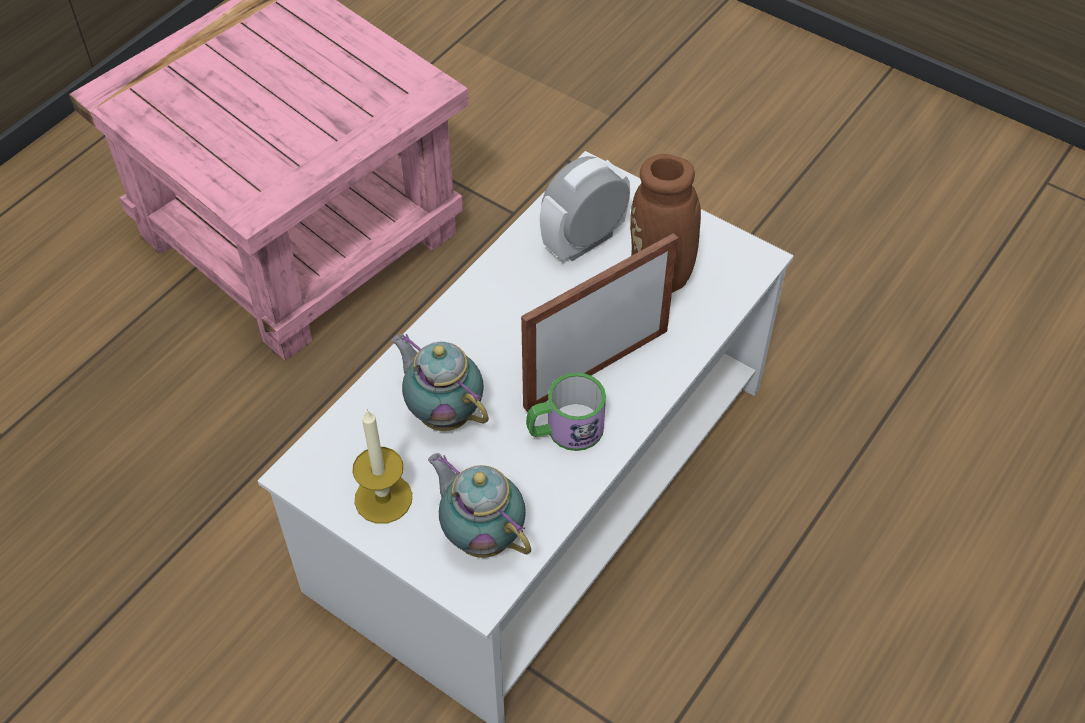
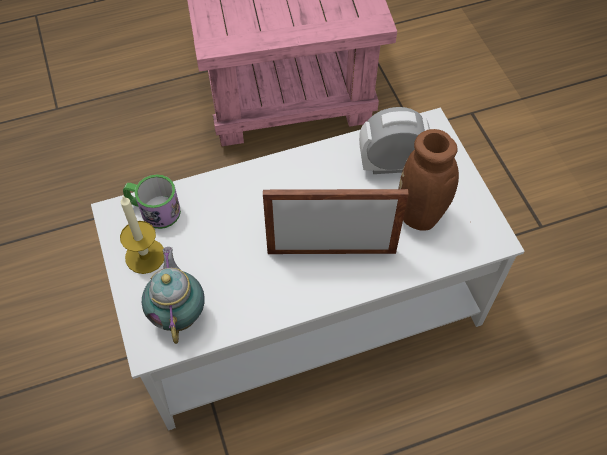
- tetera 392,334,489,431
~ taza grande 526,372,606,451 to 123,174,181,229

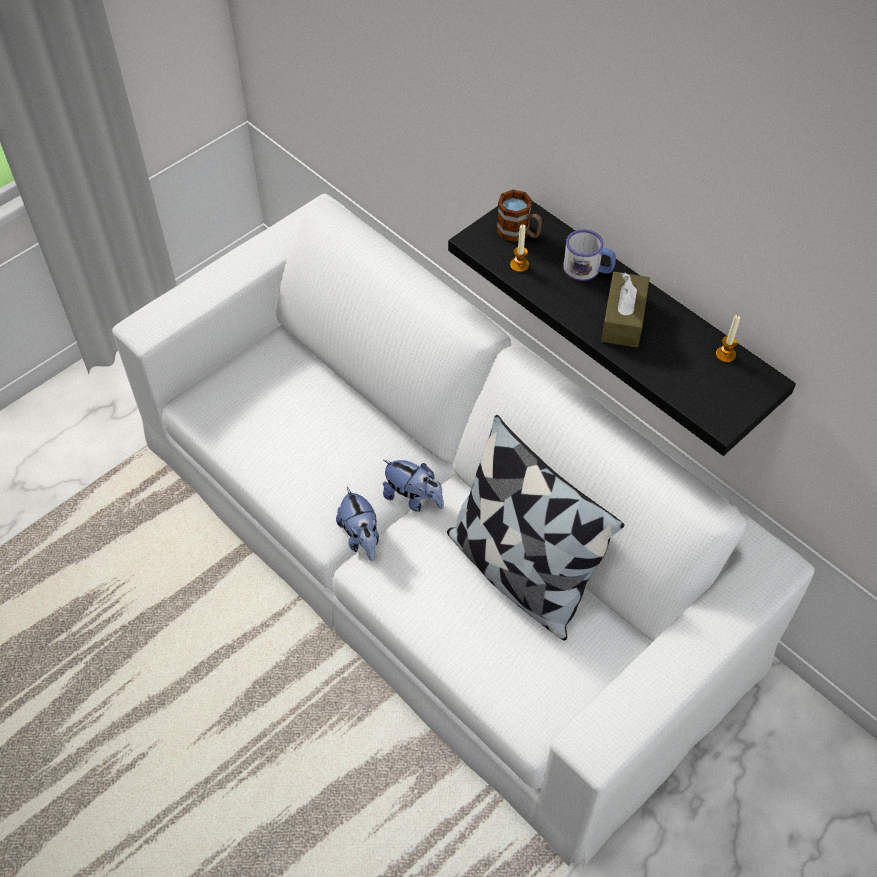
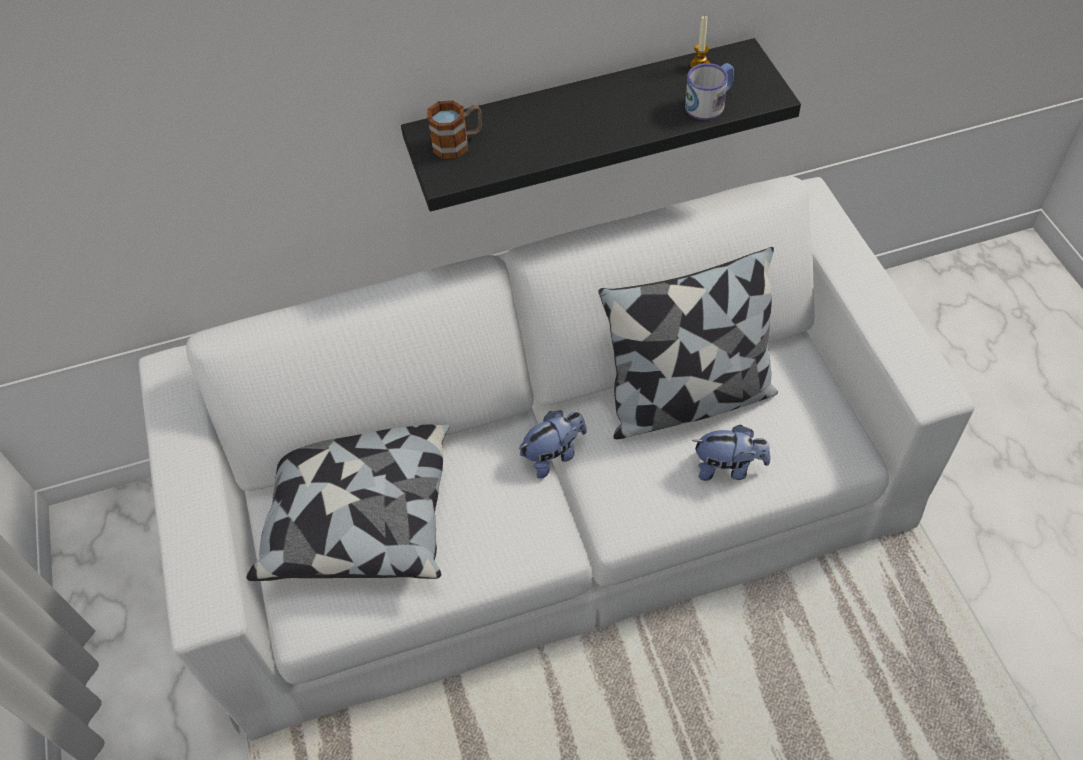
- vela 510,225,529,272
~ taza grande 563,229,616,281 to 685,63,734,120
- caja de pañuelos [marrón] 601,272,650,347
~ peluche 336,487,379,561 to 692,425,771,481
+ cojín 247,424,450,581

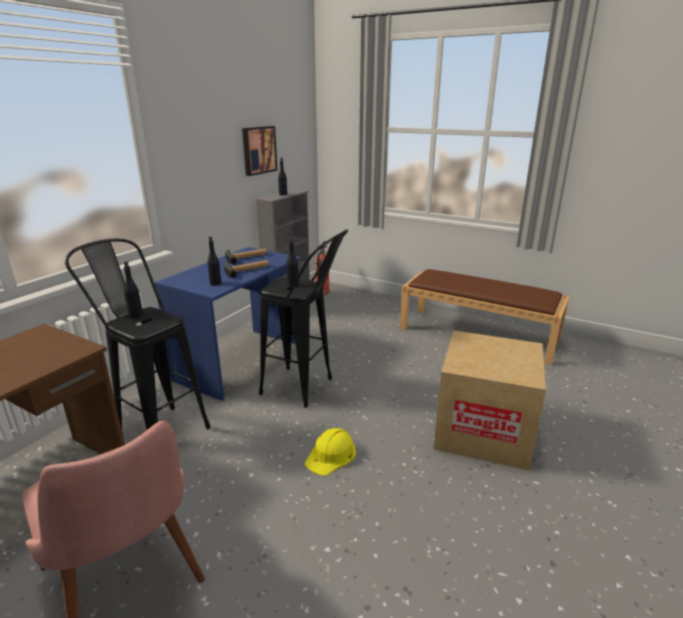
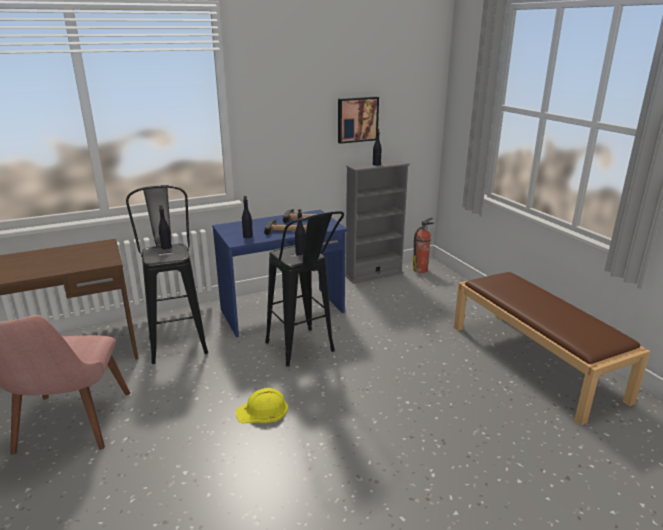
- caja de cartón 434,331,546,470

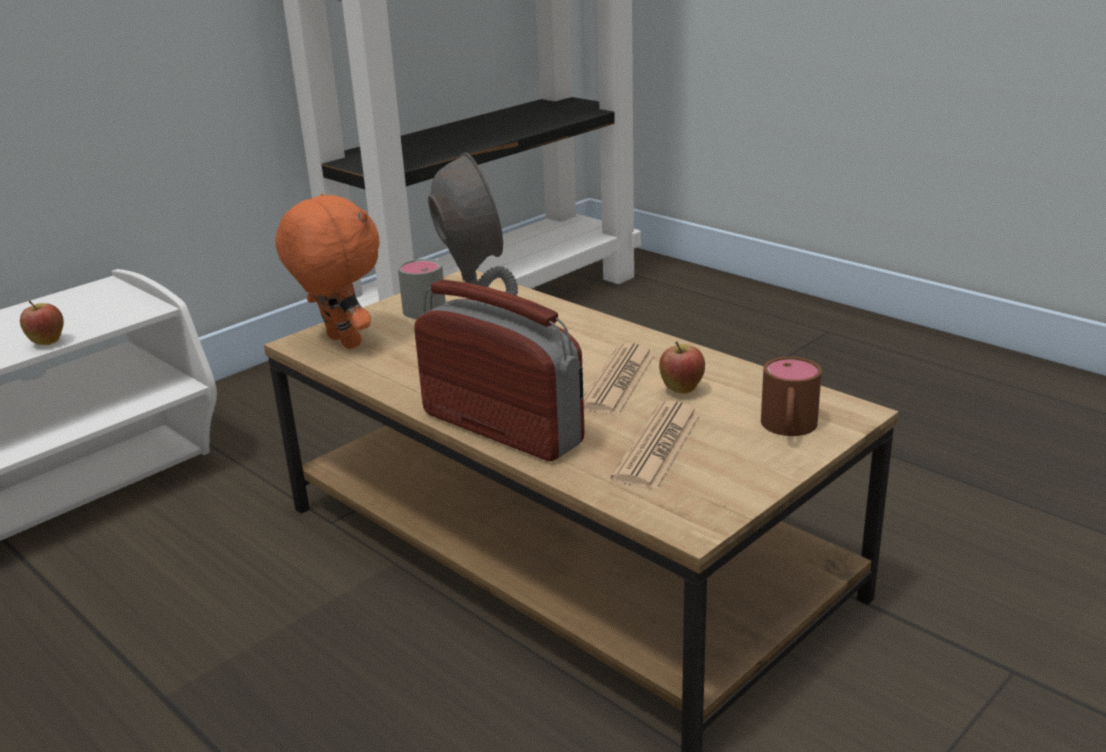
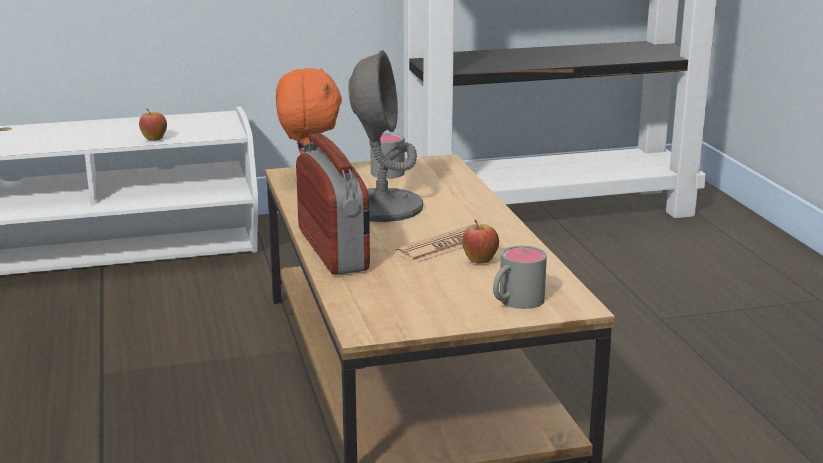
~ taza grande [marrón] 761,357,822,436 to taza grande [gris] 493,246,547,309
- periódico 611,401,701,490

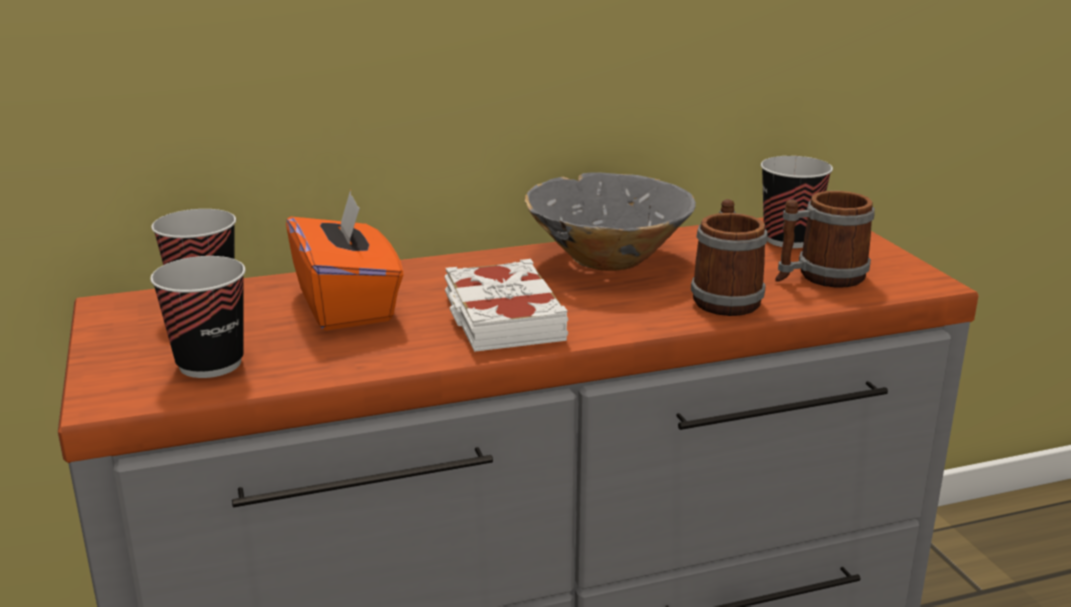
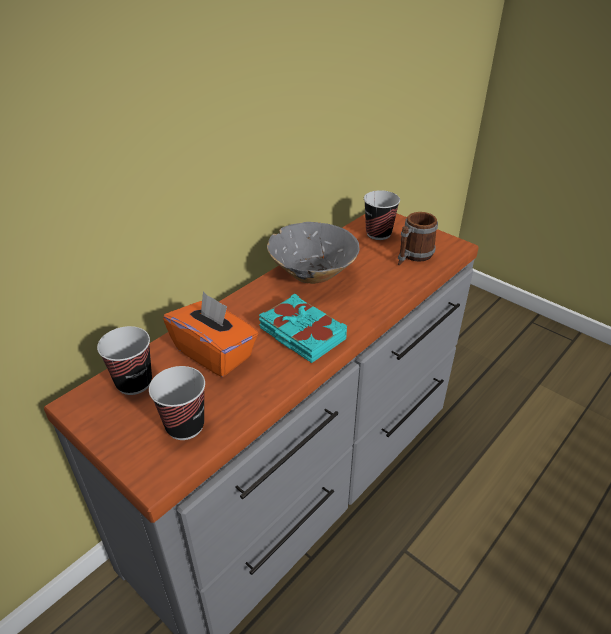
- taza grande 691,199,768,316
~ libro [blanco] 445,259,568,352 to libro [turquesa] 259,294,347,363

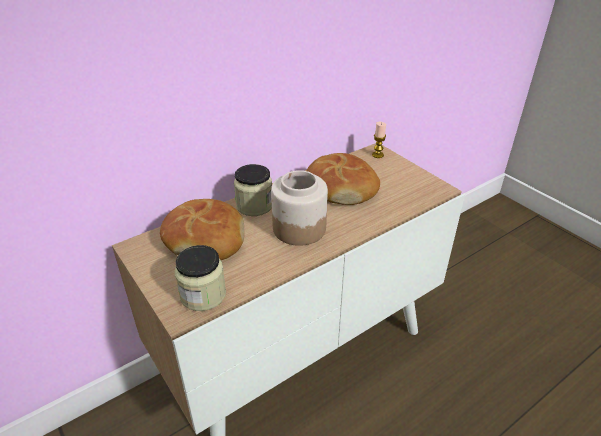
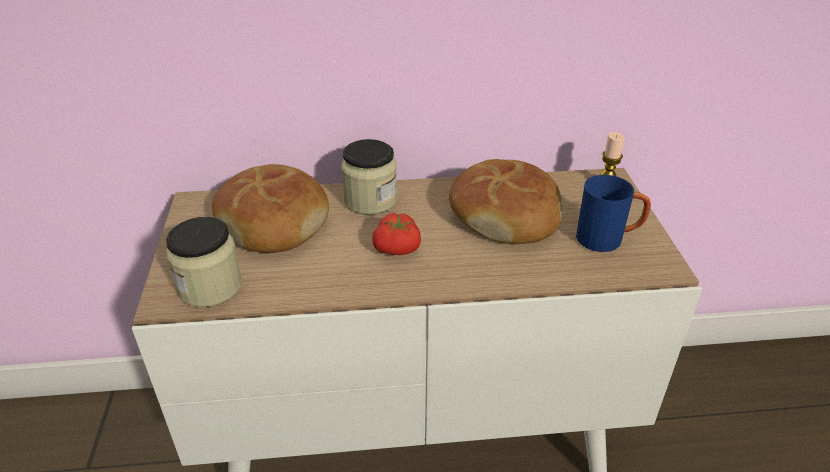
~ tarro 271,170,328,246 to tomate 372,213,421,255
+ taza grande [azul] 576,175,651,252

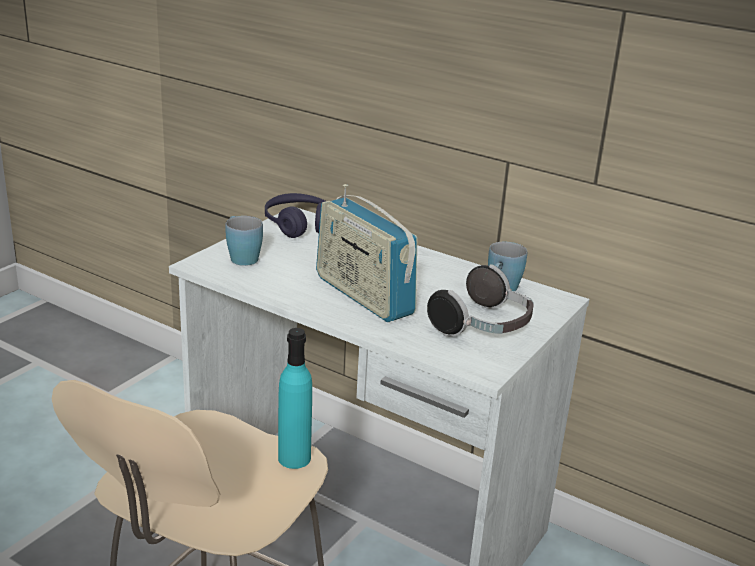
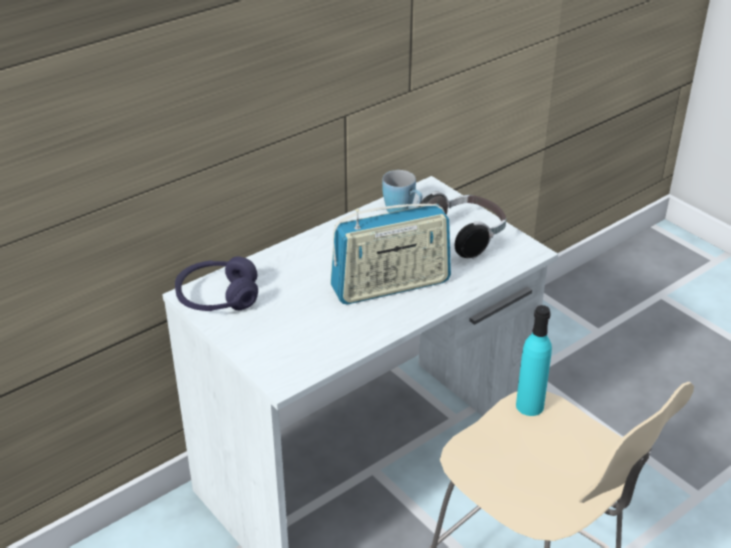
- taza grande [azul] 225,216,263,266

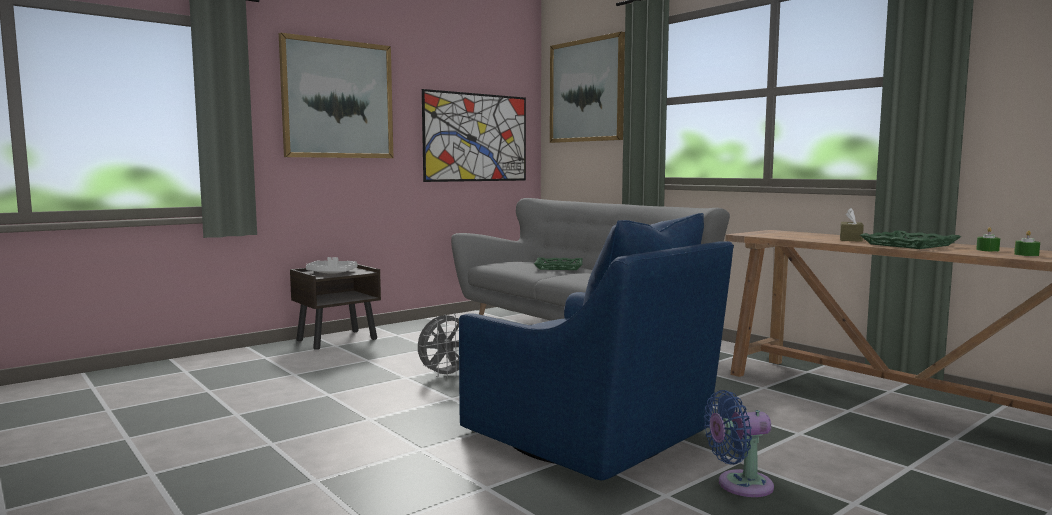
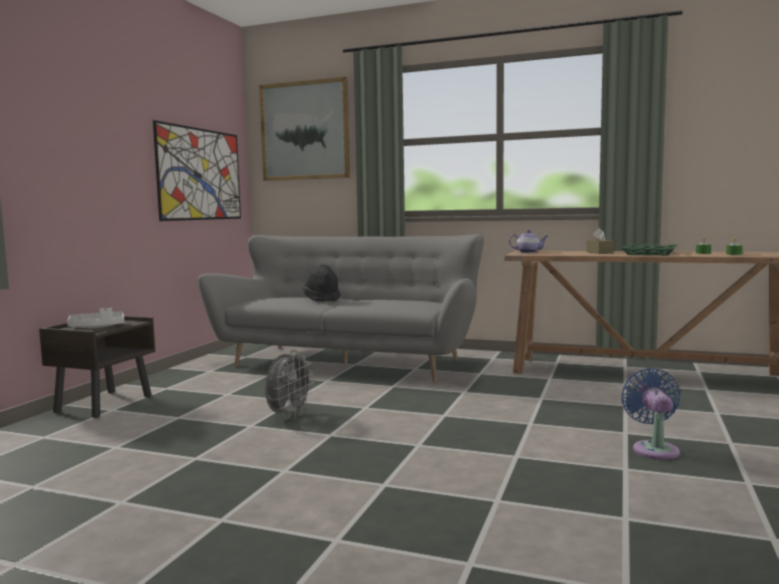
- cuadro 279,33,394,158
- sillón [azul] 459,213,734,481
~ bandeja [verde] 534,257,583,270 to sombrero [negro] 303,264,340,302
~ ventilador [azul] 704,390,774,497 = 621,368,681,460 135 degrees clockwise
+ tetera 509,230,548,253

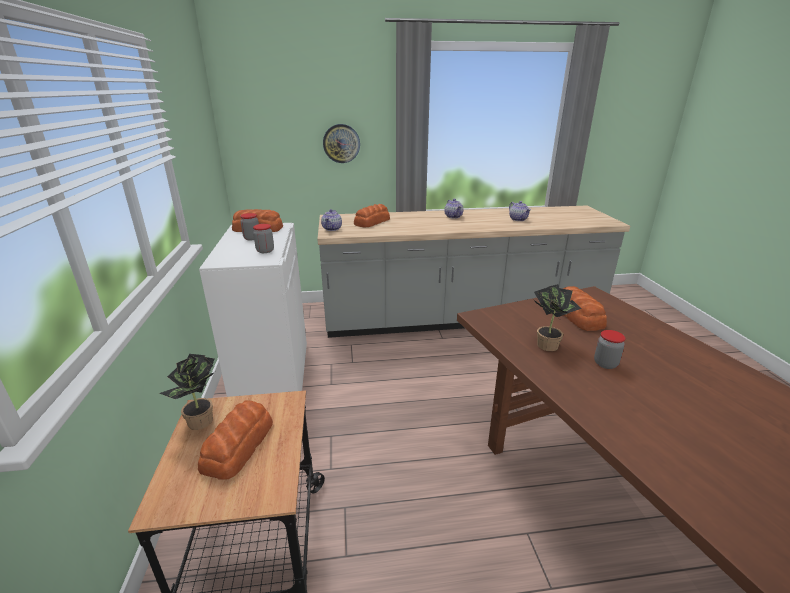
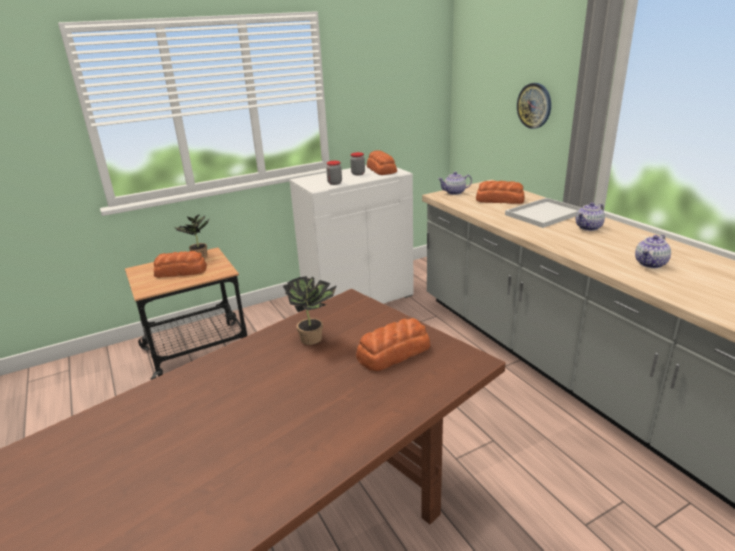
- tarro 594,330,626,369
+ bandeja [blanco] 505,198,581,228

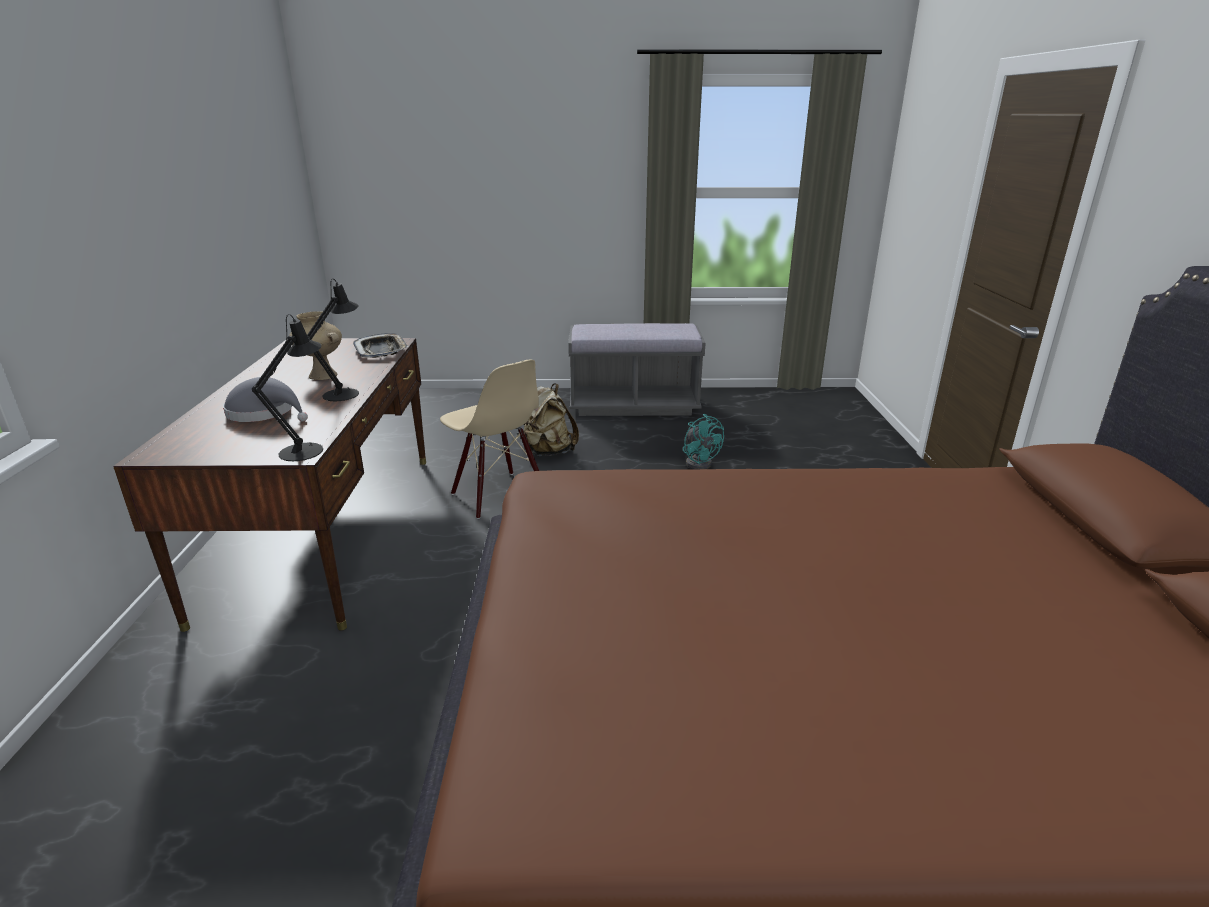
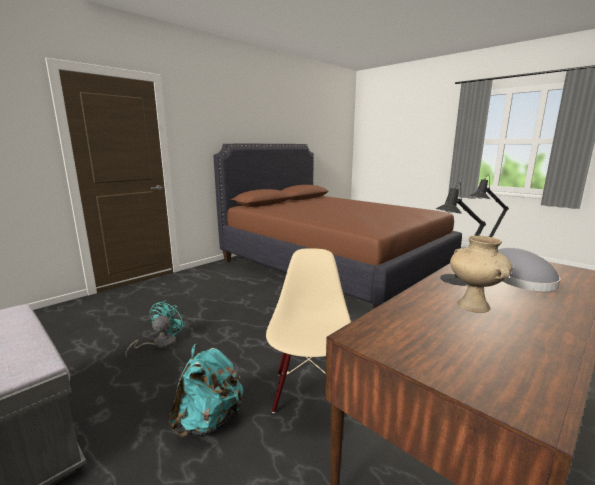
- bandeja 353,333,409,358
~ mochila [beis] 524,383,579,456 to mochila [turquesa] 169,344,243,437

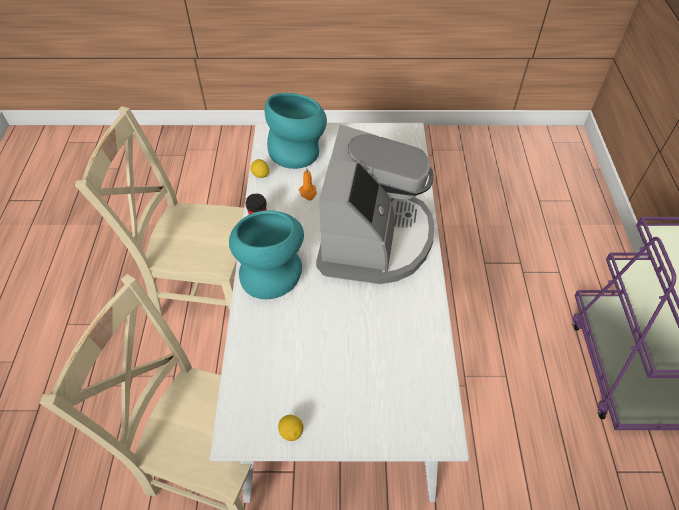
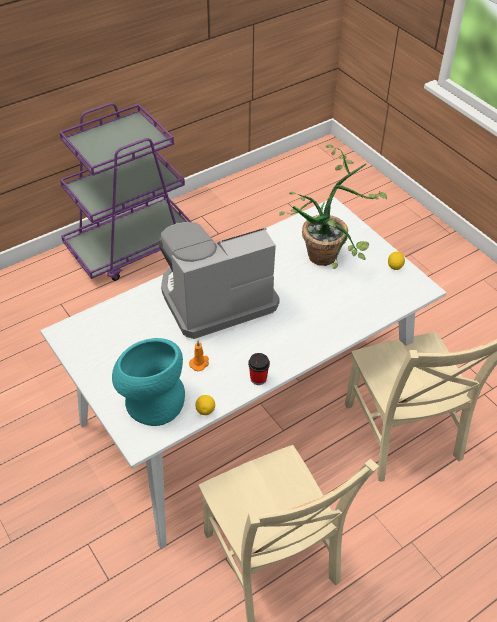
- florero [turquesa] 229,211,304,299
+ planta en maceta 279,145,387,269

